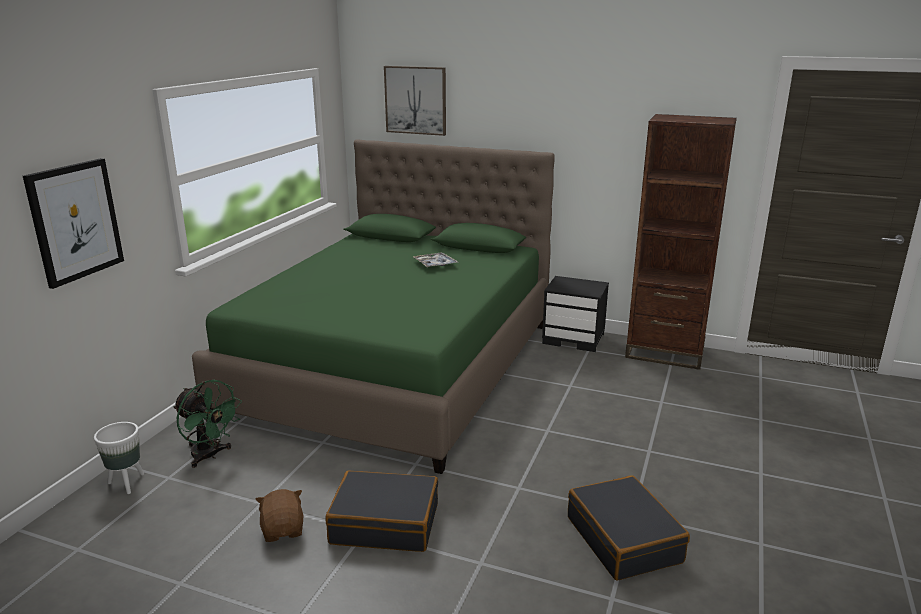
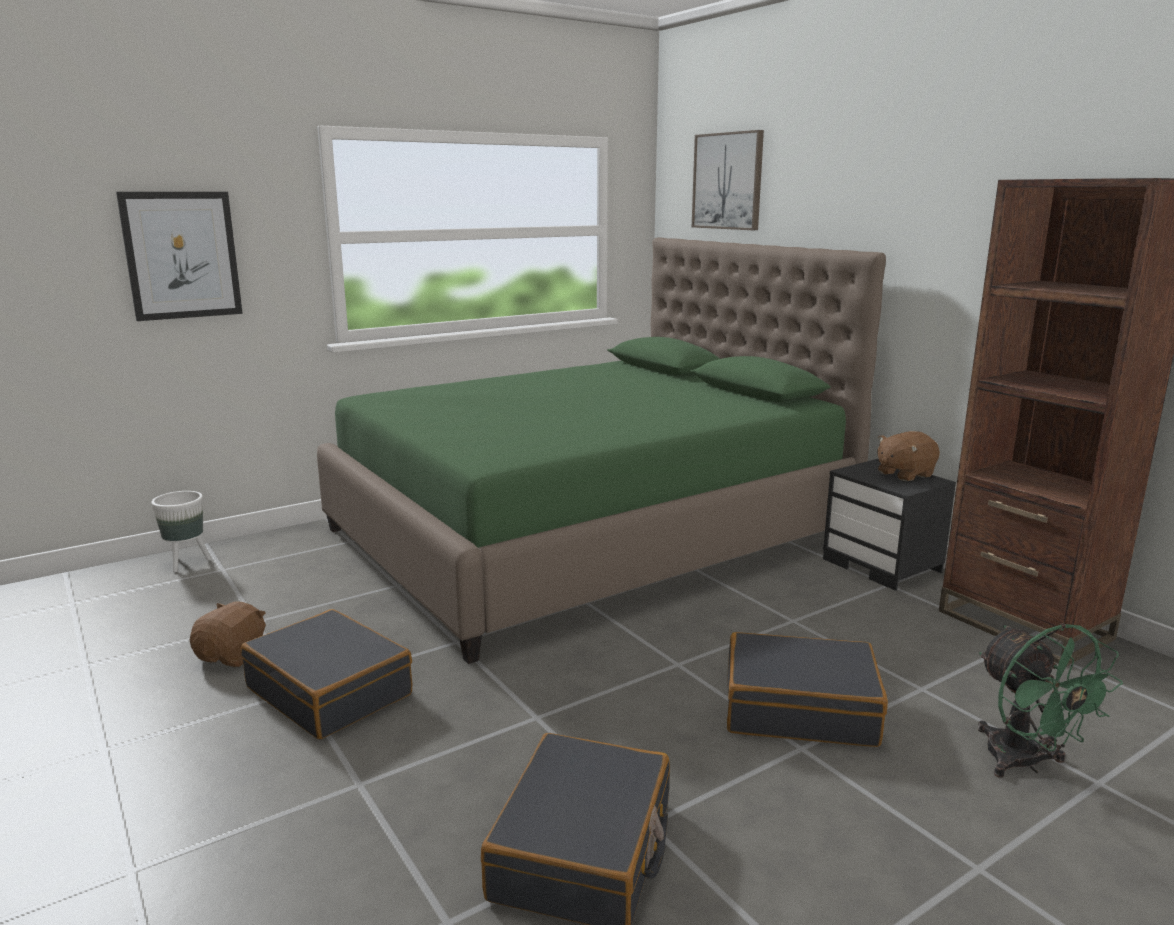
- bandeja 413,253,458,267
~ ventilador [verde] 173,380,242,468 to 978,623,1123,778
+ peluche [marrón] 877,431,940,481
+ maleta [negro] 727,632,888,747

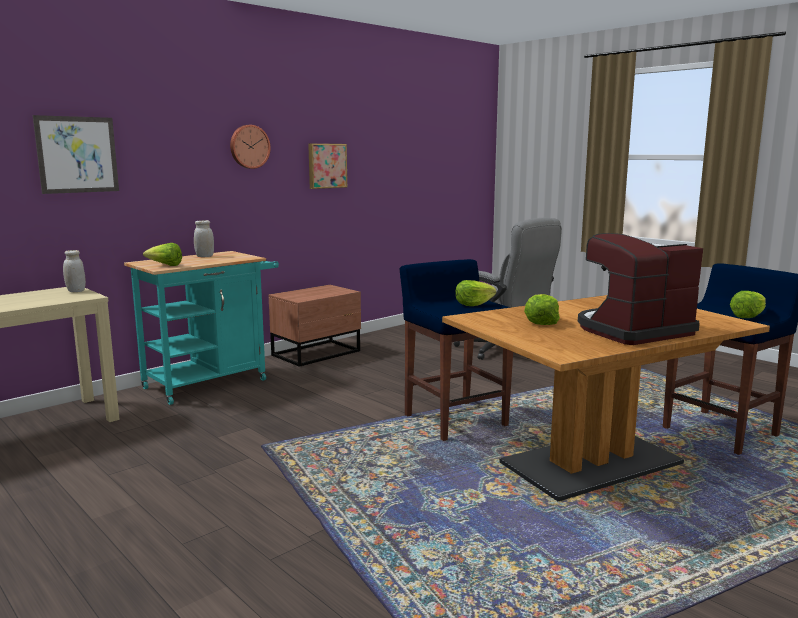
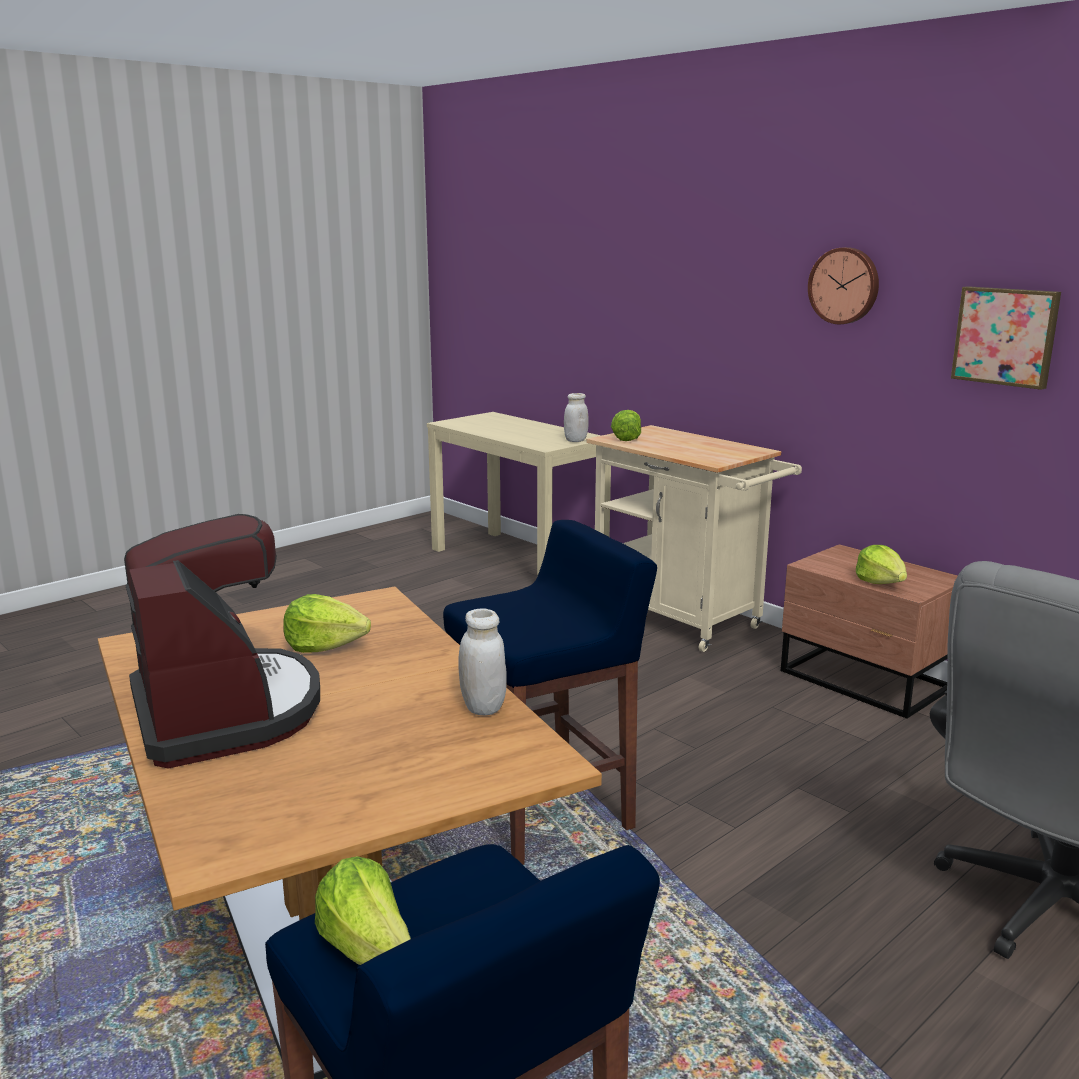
- cuadro 33,115,119,194
~ tarro [blanco] 194,220,214,257 to 458,608,507,715
~ carrito [turquesa] 124,251,279,405 to carrito [beis] 586,425,802,652
~ lechuga 455,280,496,306 to 856,545,907,584

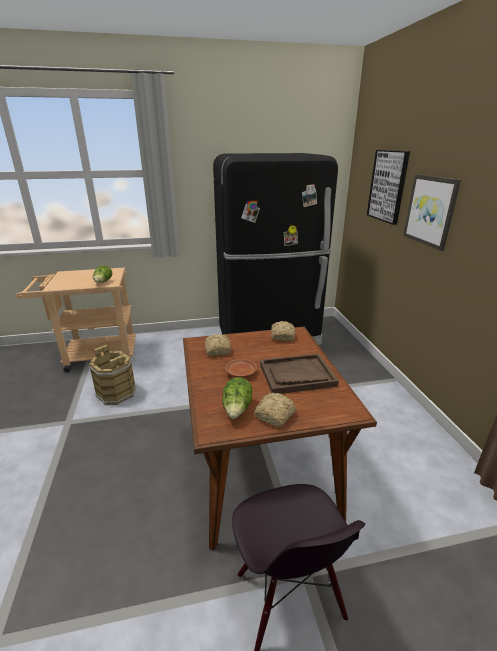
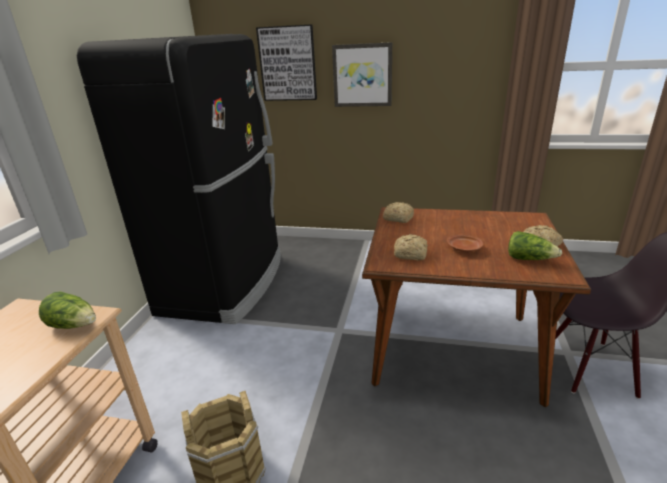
- bandeja [marrón] 260,354,339,394

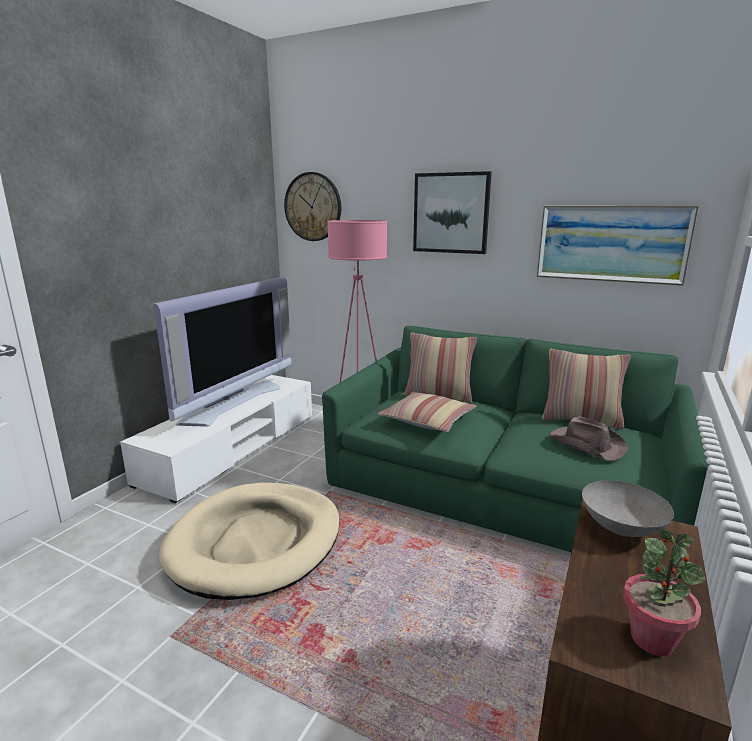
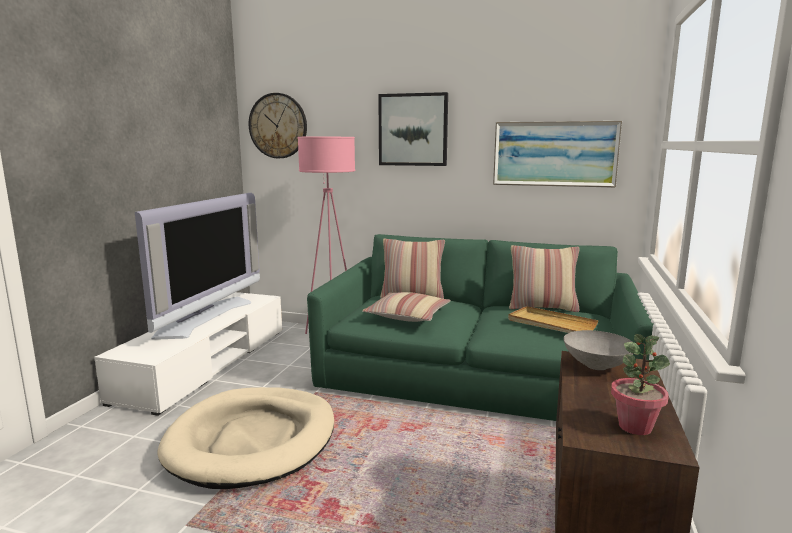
~ sombrero [marrón] 549,416,628,461 to bandeja [beis] 508,306,598,333

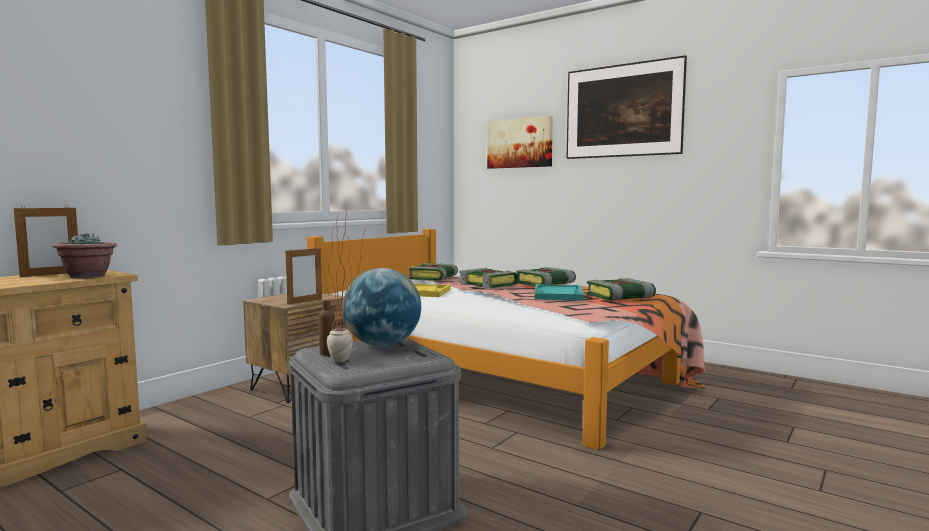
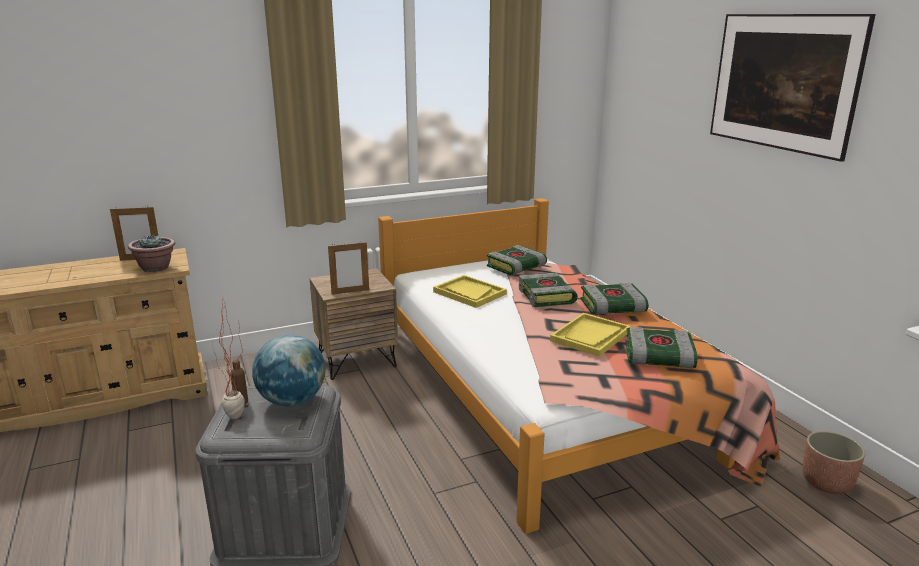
- cuadro 487,115,553,169
~ bandeja [turquesa] 535,284,584,301 to bandeja [amarillo] 550,313,631,357
+ maceta 803,431,865,494

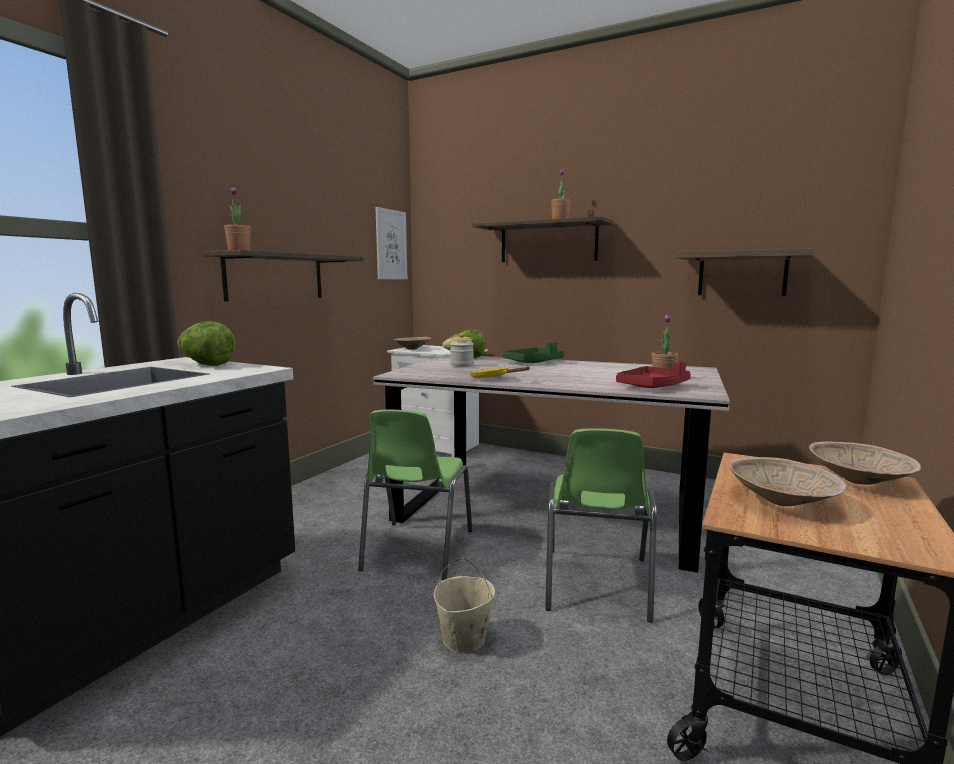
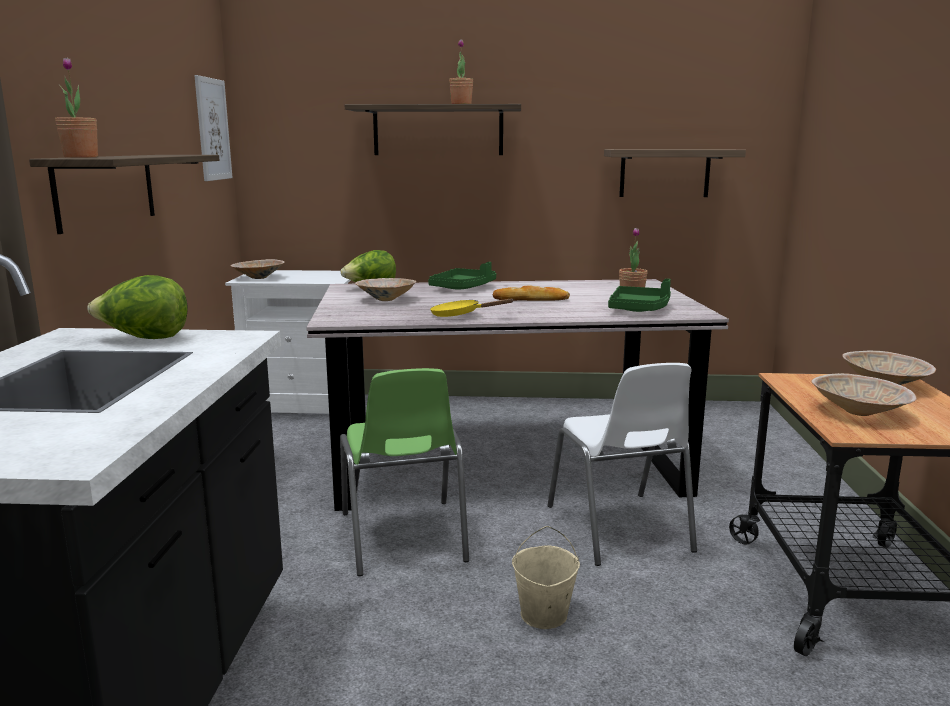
~ tarro 450,333,474,367 to cuenco [beis] 355,278,416,301
~ bandeja [rojo] 616,361,691,388 to bandeja [verde] 608,279,671,312
~ silla [verde] 545,428,657,623 to silla [blanco] 548,363,697,566
+ pan 493,285,570,301

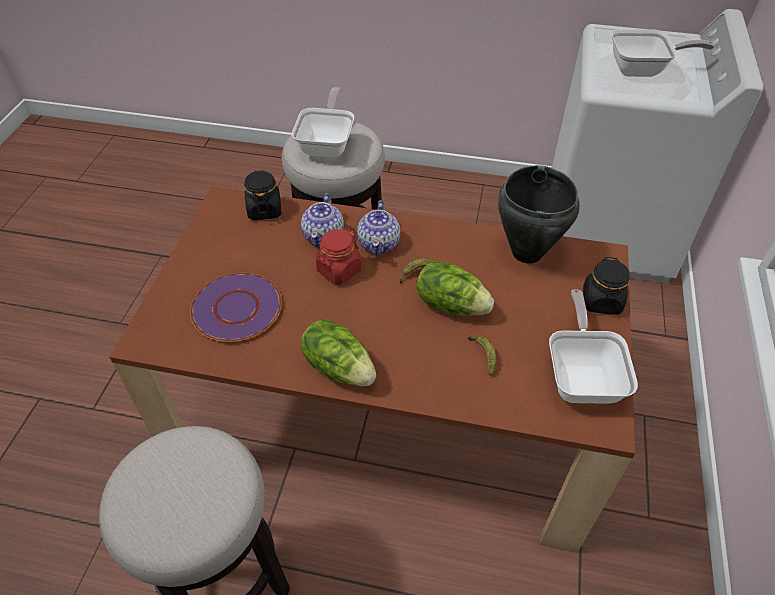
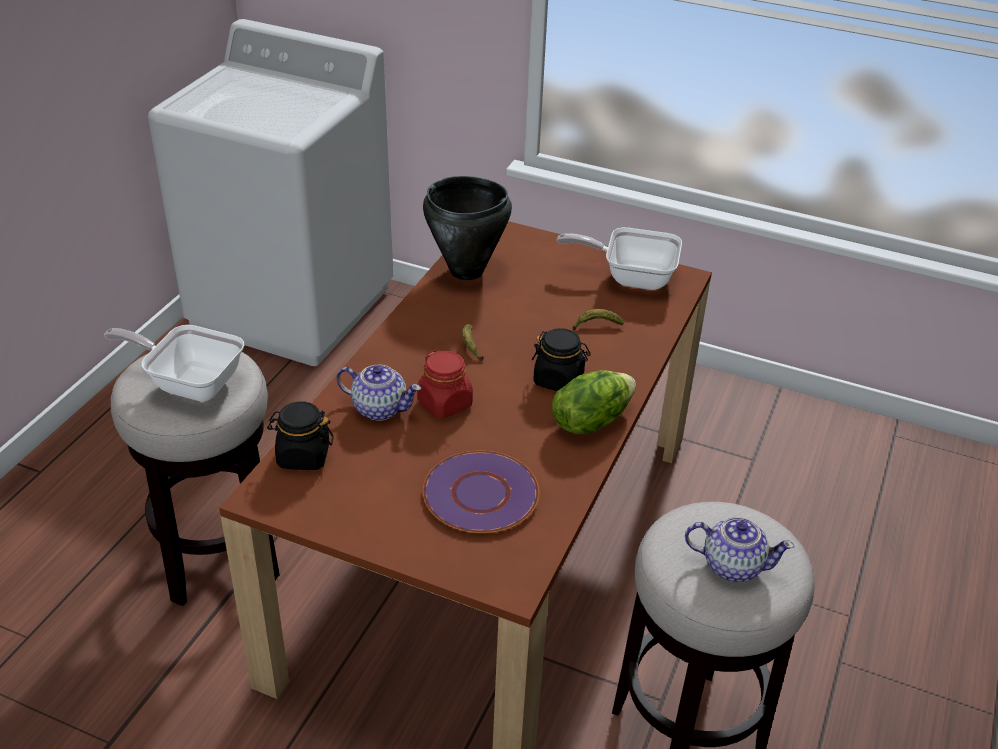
- sartén 612,29,714,77
~ tetera 357,200,400,256 to 685,517,794,582
~ tarro [negro] 583,257,630,315 to 532,328,591,391
- lechuga 416,262,494,316

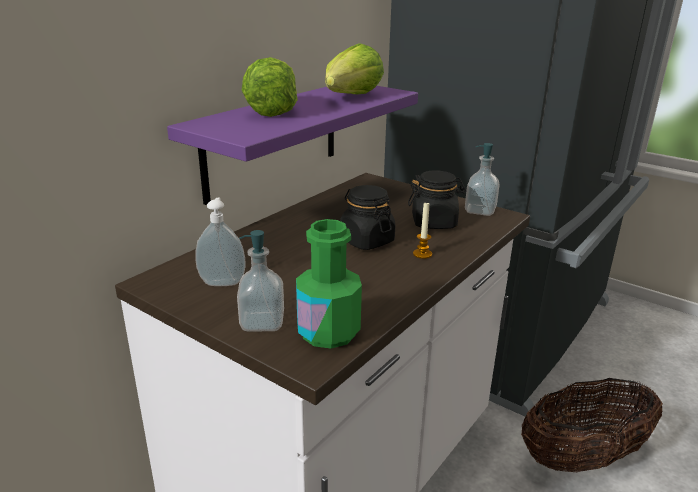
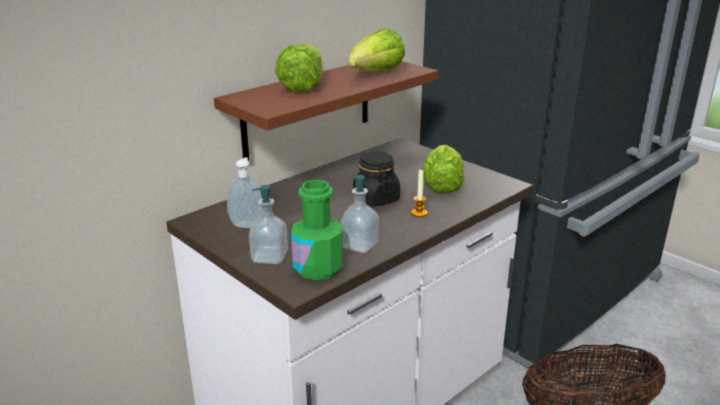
~ estante [morado] 167,86,418,205 to estante [marrón] 214,61,438,160
~ dispensador de jabón 465,143,500,216 to 340,175,379,253
~ tarro [negro] 408,171,466,229 to lechuga 422,145,464,194

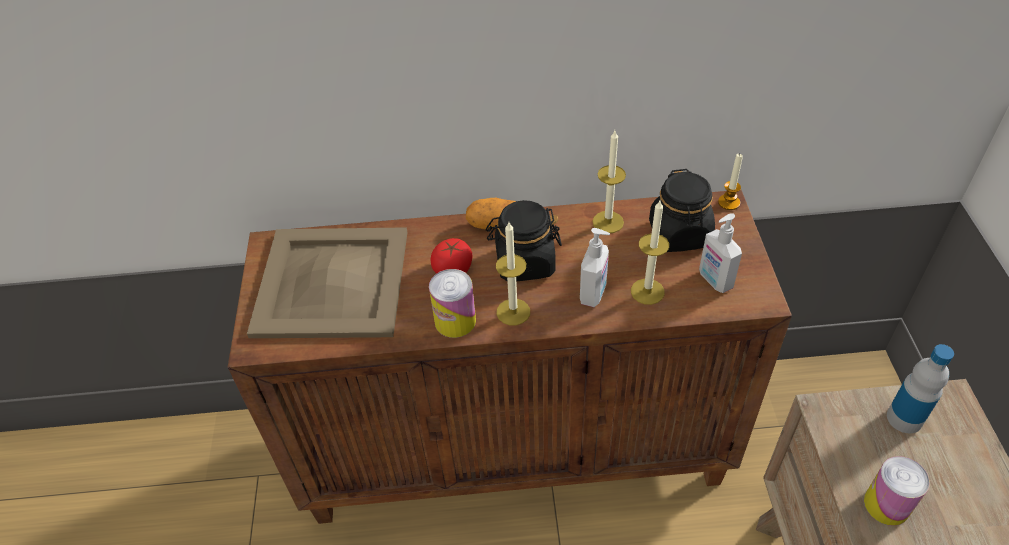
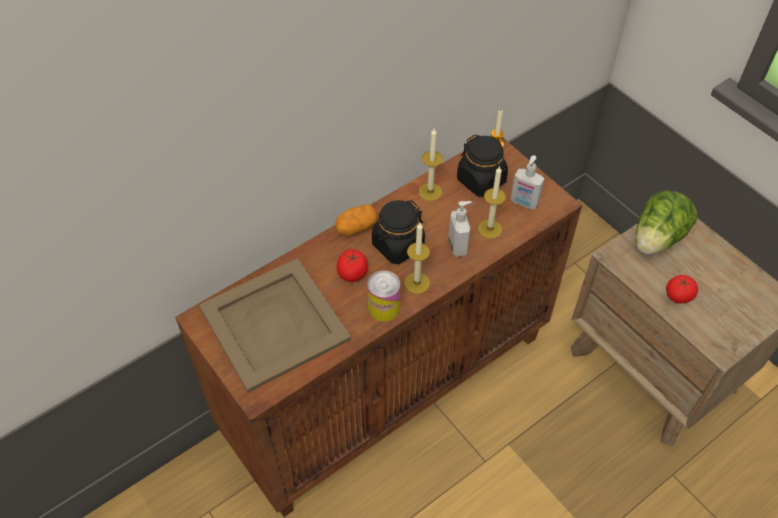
~ botella 887,344,954,433 to lechuga 636,191,698,254
~ lata 864,456,930,526 to tomate 666,275,698,303

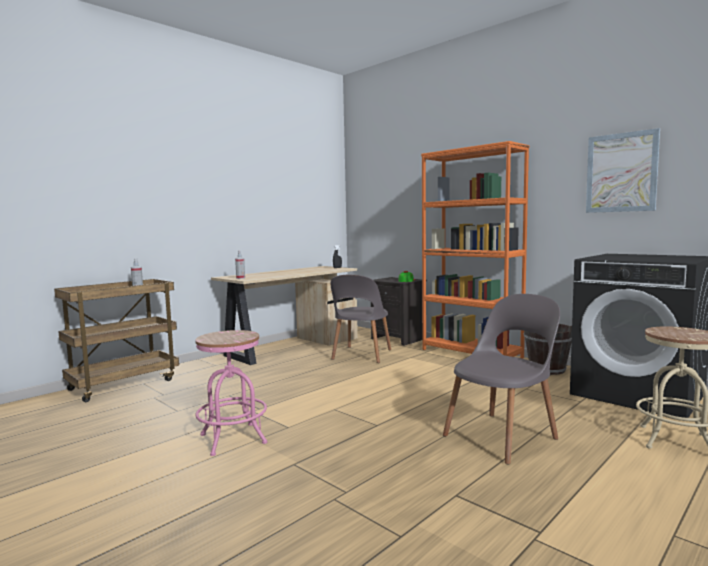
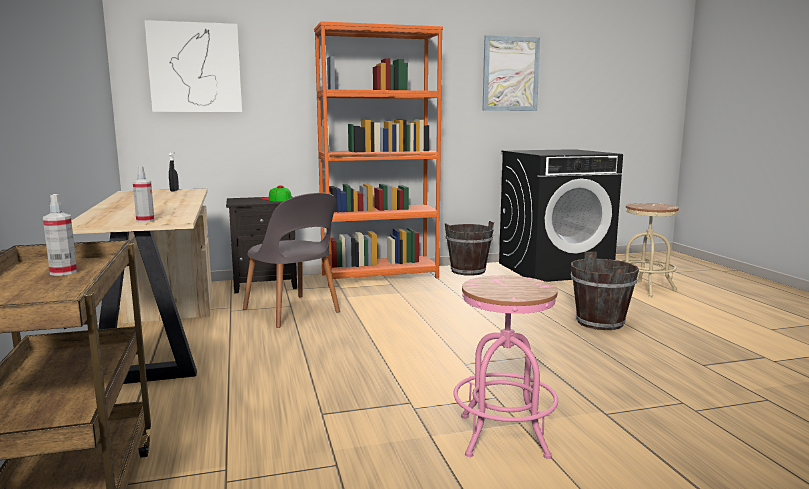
~ silla [gris] 443,294,560,464 to cubo [marrón] 571,252,639,330
+ cuadro 144,20,242,112

